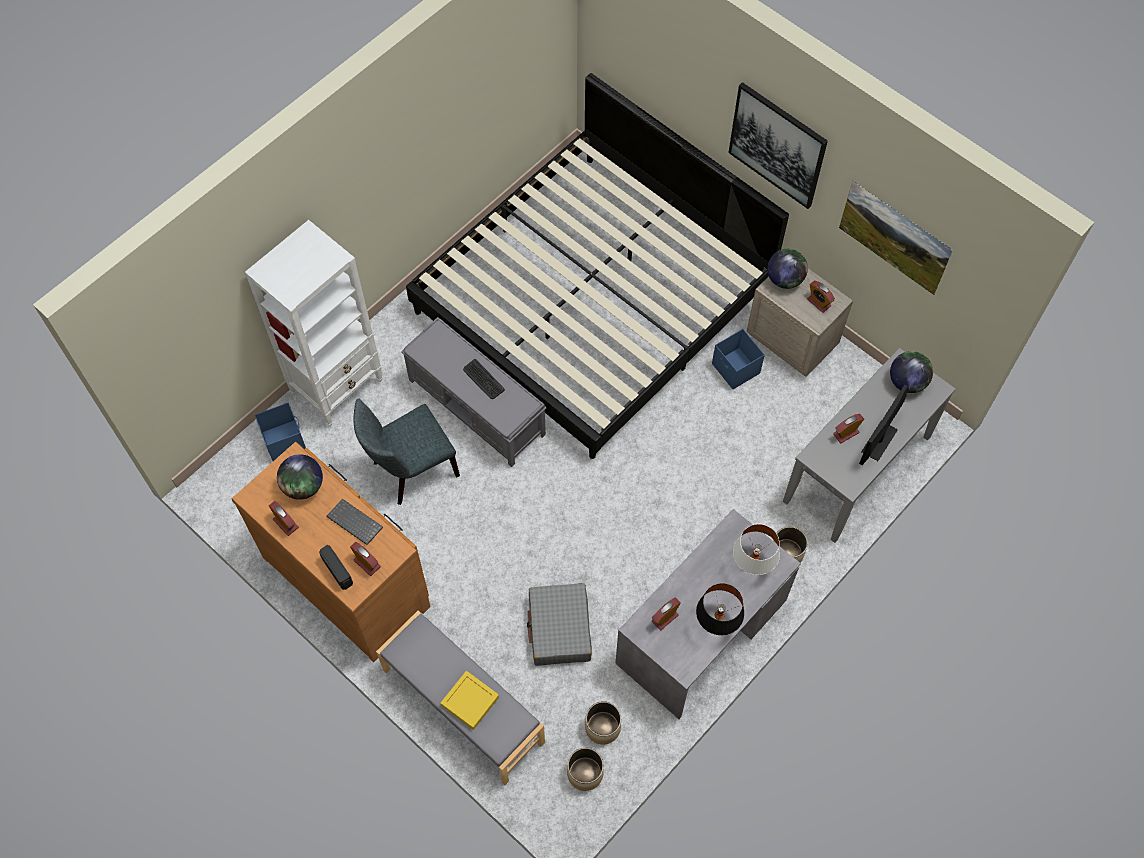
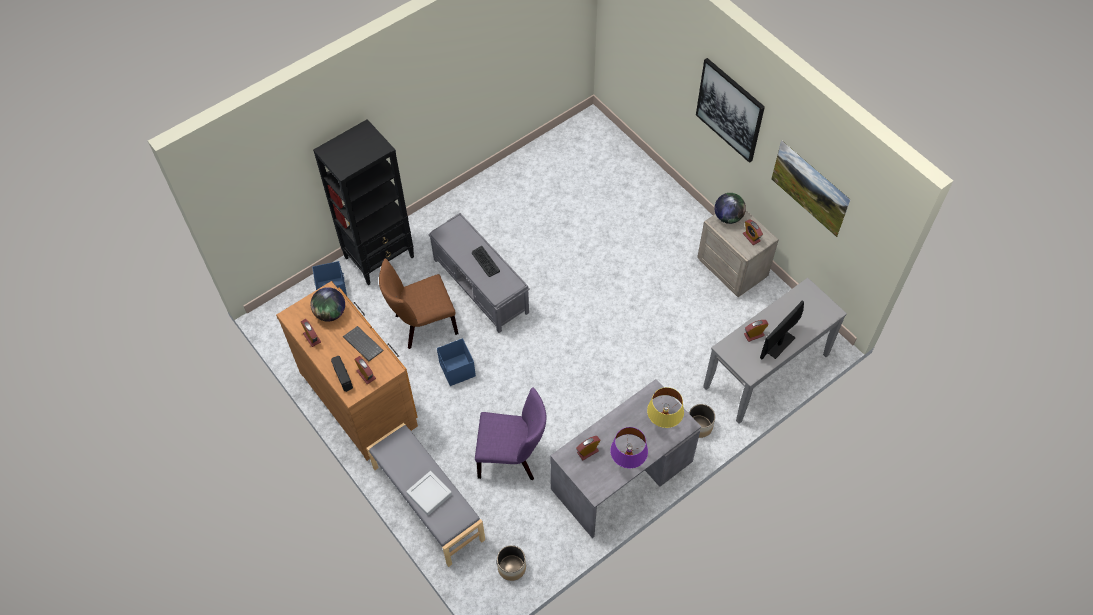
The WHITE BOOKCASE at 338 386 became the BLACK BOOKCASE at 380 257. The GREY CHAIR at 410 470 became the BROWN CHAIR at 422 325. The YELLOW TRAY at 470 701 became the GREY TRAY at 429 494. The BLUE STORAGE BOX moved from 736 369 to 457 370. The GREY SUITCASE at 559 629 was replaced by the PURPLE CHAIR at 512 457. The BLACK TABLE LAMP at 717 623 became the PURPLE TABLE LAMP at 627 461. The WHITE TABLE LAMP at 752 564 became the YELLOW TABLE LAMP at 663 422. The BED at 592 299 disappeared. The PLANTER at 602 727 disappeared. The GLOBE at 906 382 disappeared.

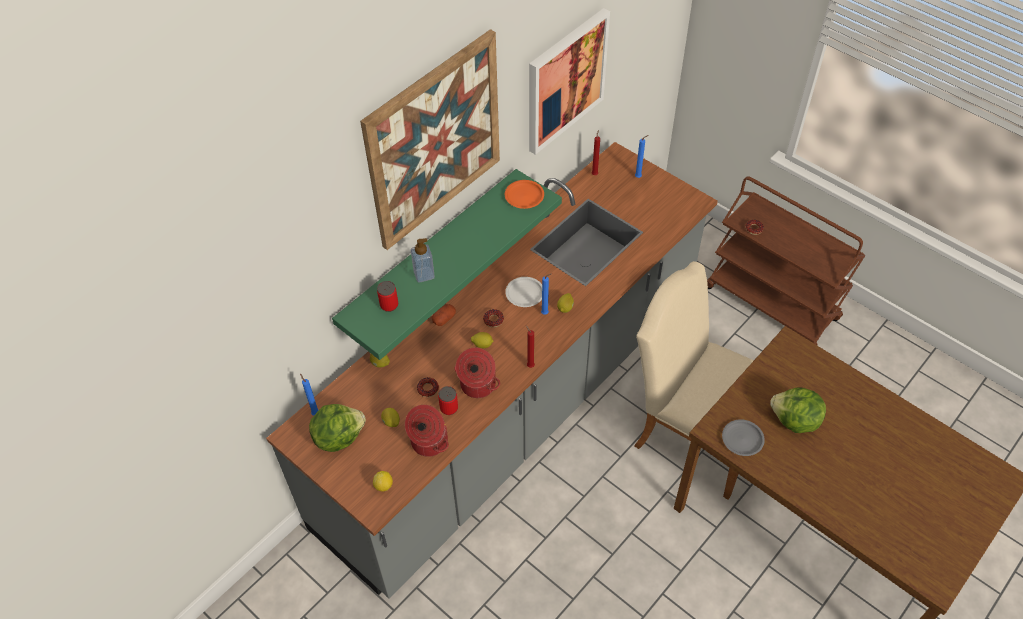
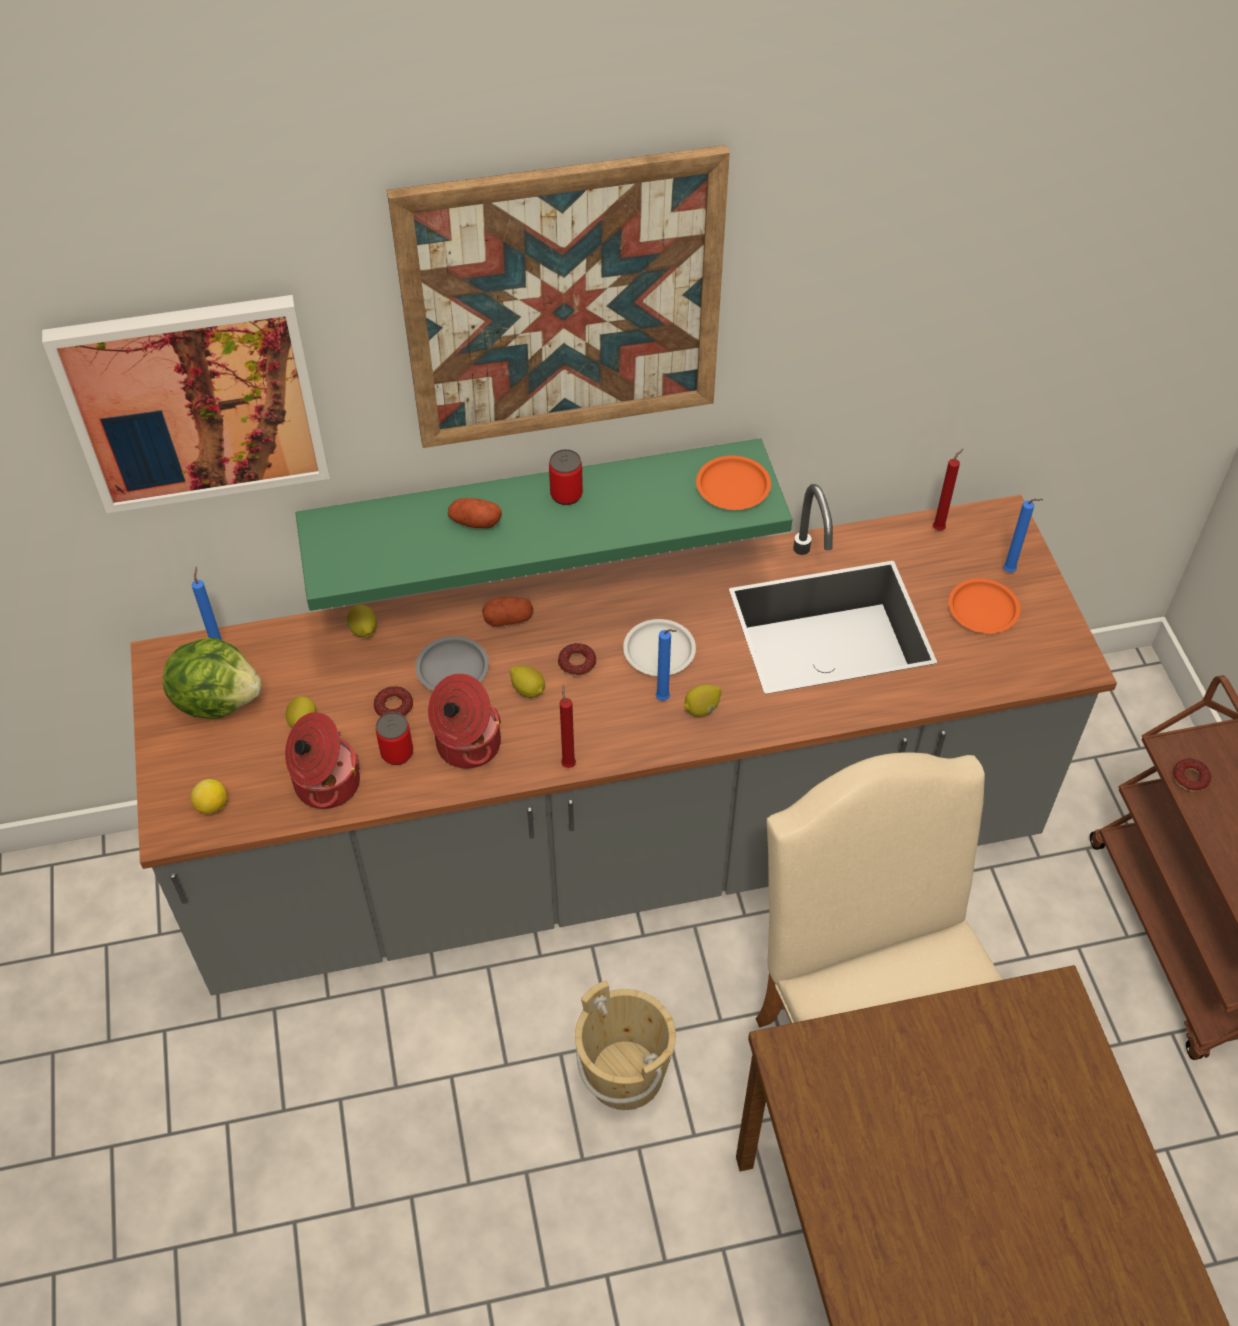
The PICTURE moved from 565 80 to 194 403. The GREY PLATE moved from 742 439 to 452 669. The SOAP DISPENSER at 424 275 was replaced by the POTATO at 475 522. The CAN moved from 389 305 to 566 494. The BEIGE BUCKET at 625 1073 appeared. The ORANGE PLATE at 982 609 appeared. The LETTUCE at 794 421 disappeared.

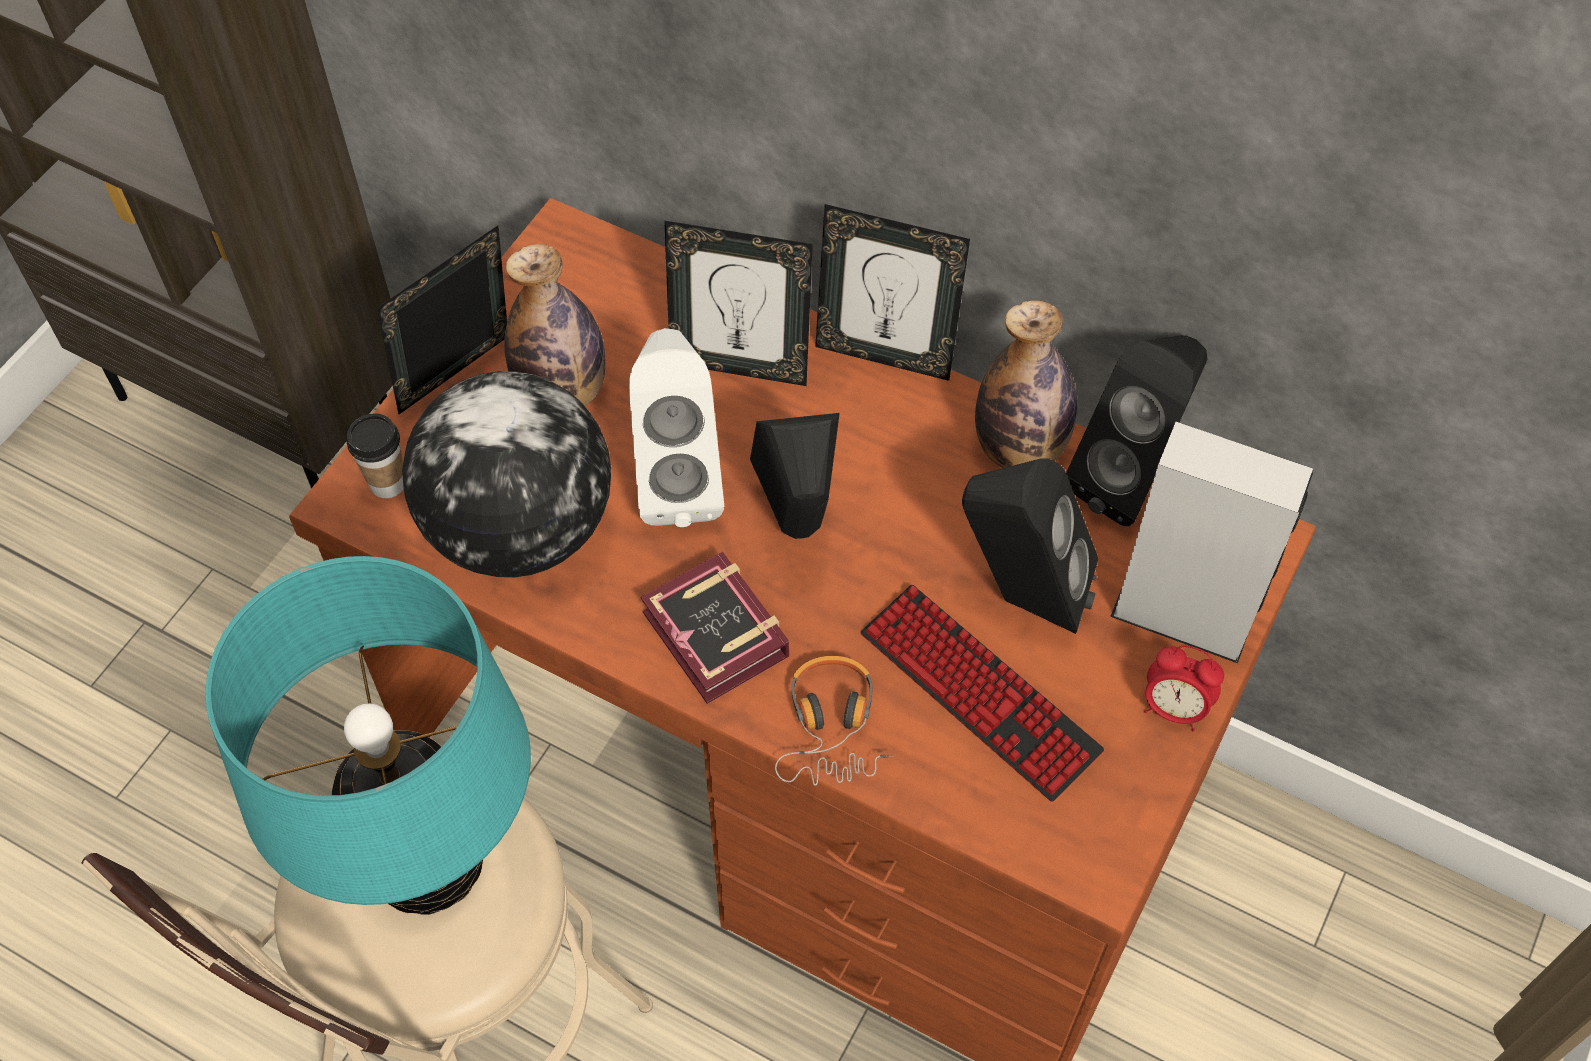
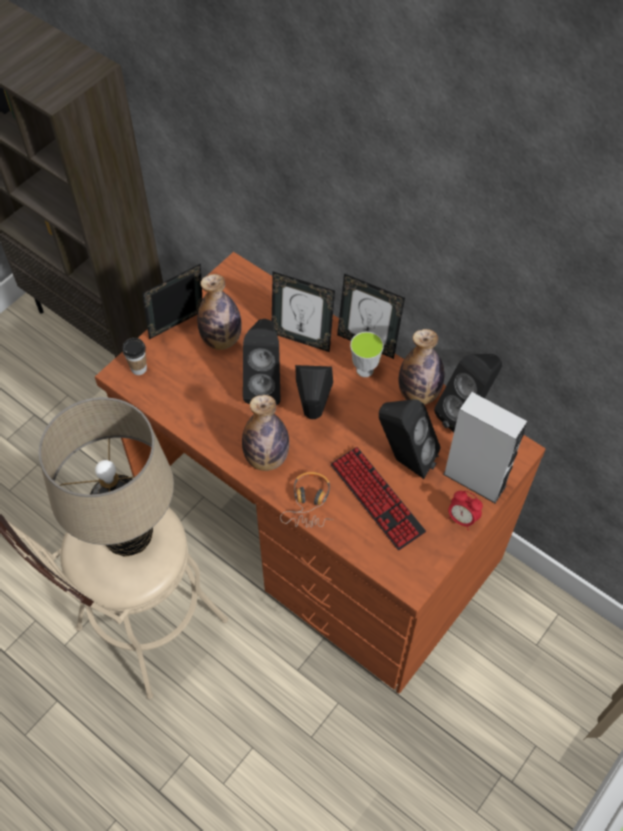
The TURQUOISE TABLE LAMP at 428 864 became the BEIGE TABLE LAMP at 128 535. The BOOK at 715 641 was replaced by the BOTTLE at 266 458. The WHITE SPEAKER at 679 481 became the BLACK SPEAKER at 264 386. The CUP at 364 370 appeared. The GLOBE at 519 529 disappeared.

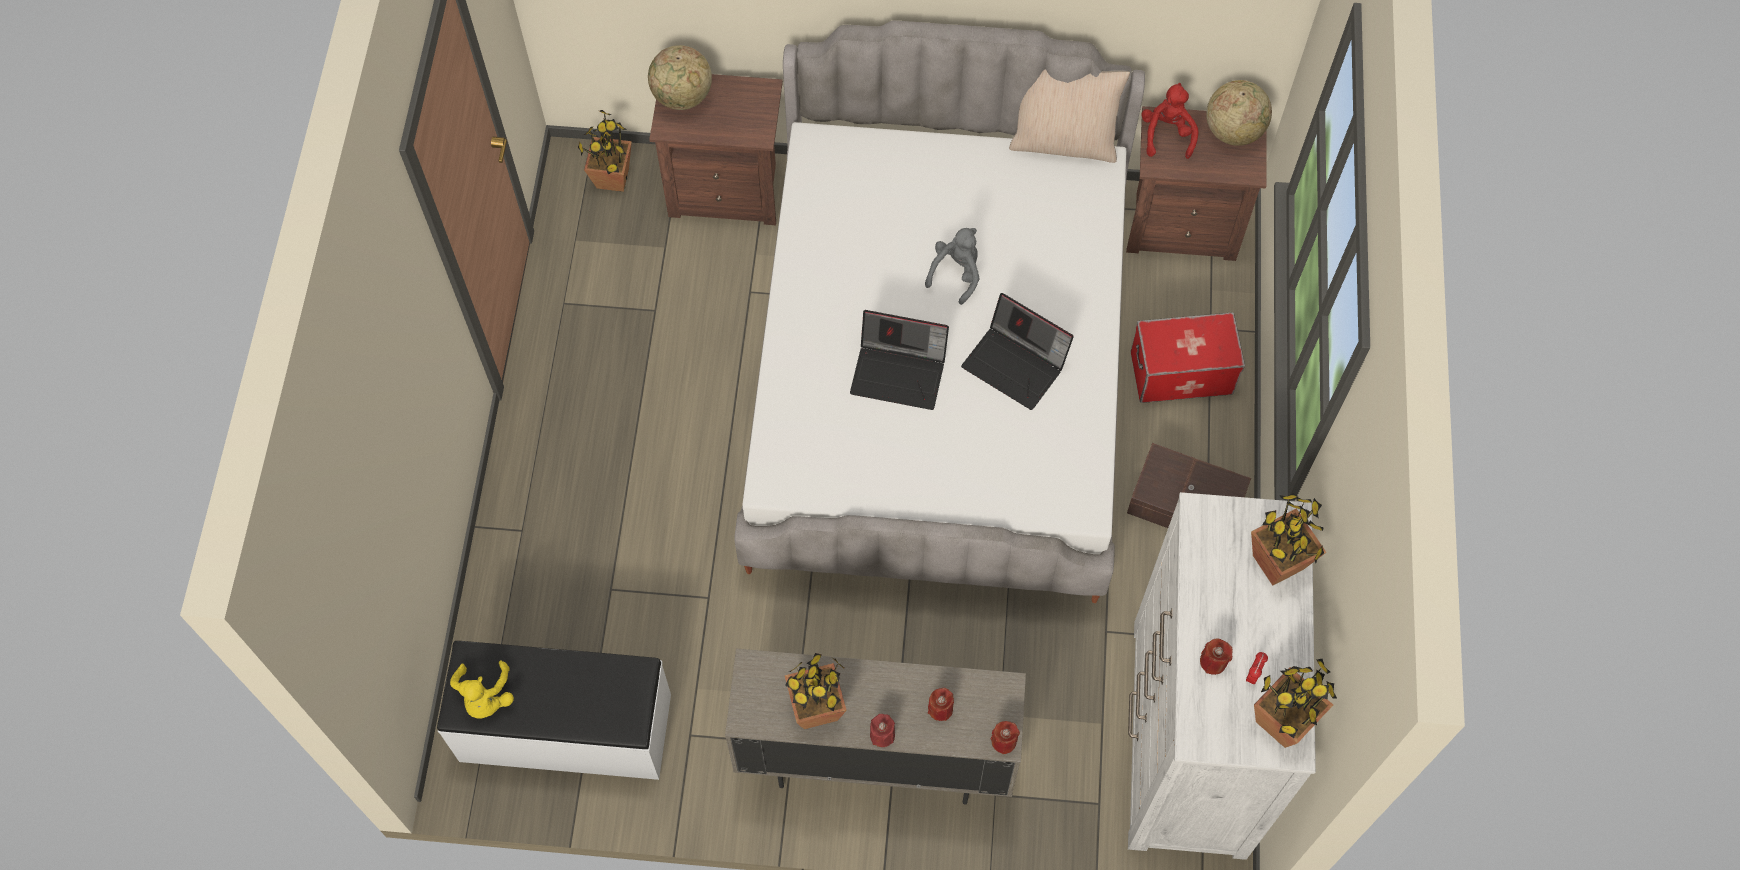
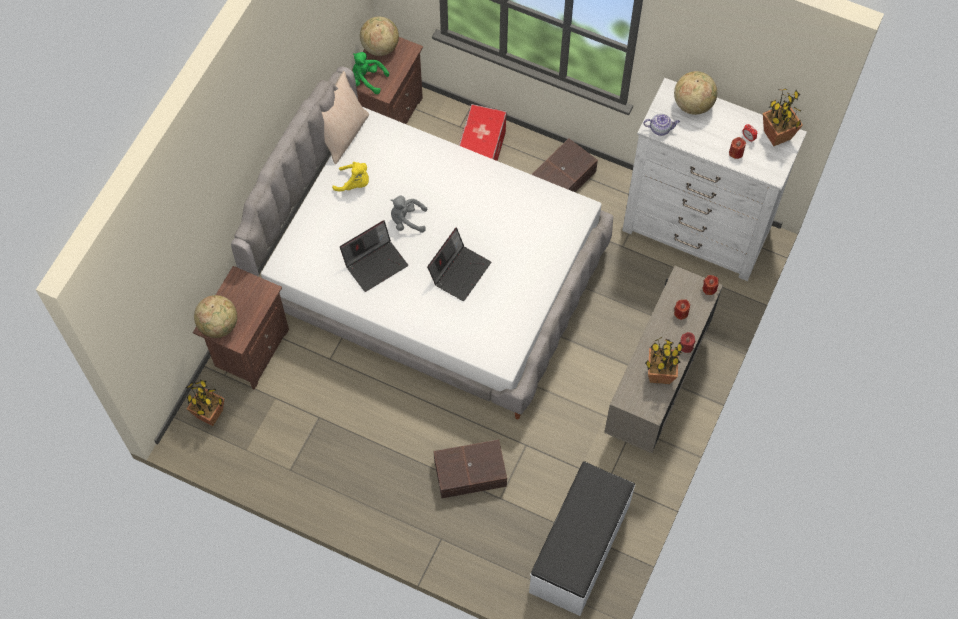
The YELLOW PLUSH TOY moved from 485 697 to 354 183. The LAPTOP moved from 1016 365 to 375 263. The RED PLUSH TOY at 1167 134 became the GREEN PLUSH TOY at 367 80. The GREY PLUSH TOY at 956 273 turned 45 degrees counterclockwise. The BROWN STORAGE BOX at 471 474 appeared. The TEAPOT at 660 129 appeared. The POTTED PLANT at 1278 563 was replaced by the GLOBE at 693 104.

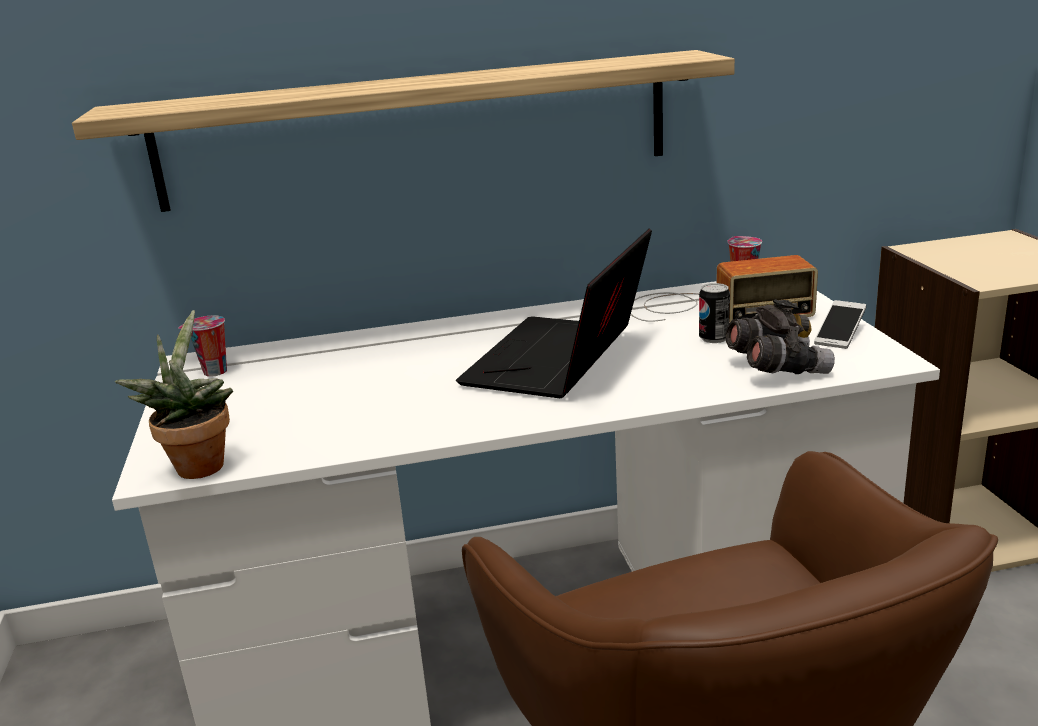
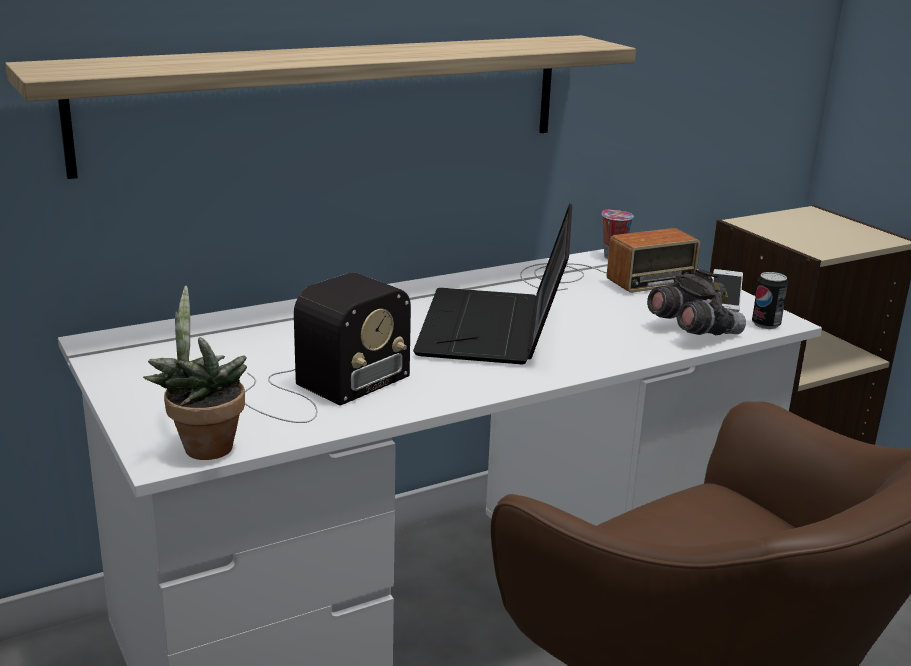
The RADIO at 320 389 appeared. The CAN moved from 714 338 to 765 324. The CUP at 213 372 disappeared.

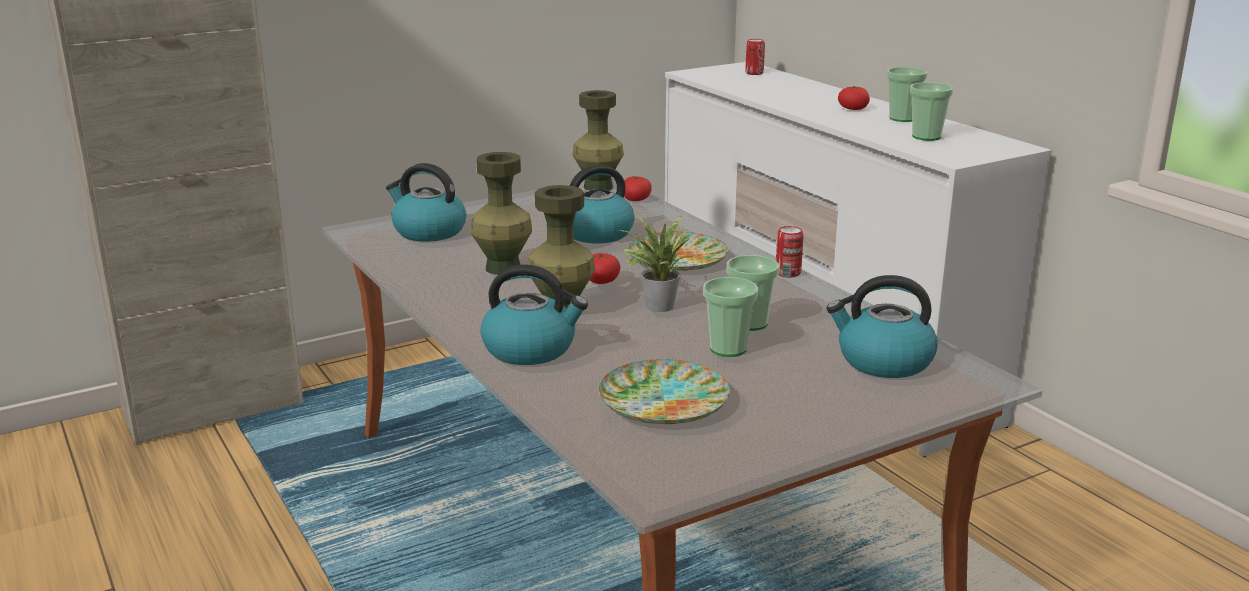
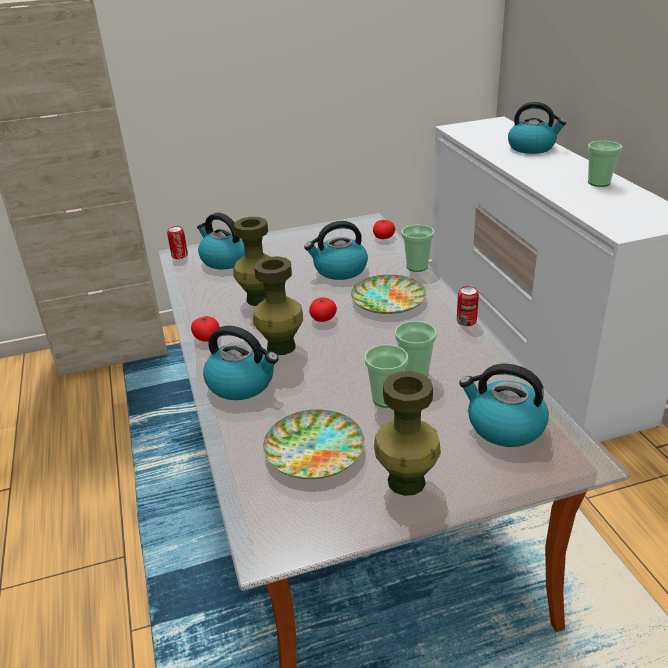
The CAN moved from 754 73 to 179 256. The TOMATO moved from 853 109 to 207 337. The GREEN VASE moved from 598 187 to 407 482. The CUP moved from 926 137 to 417 267. The KETTLE at 532 147 appeared. The POTTED PLANT at 656 305 disappeared.

